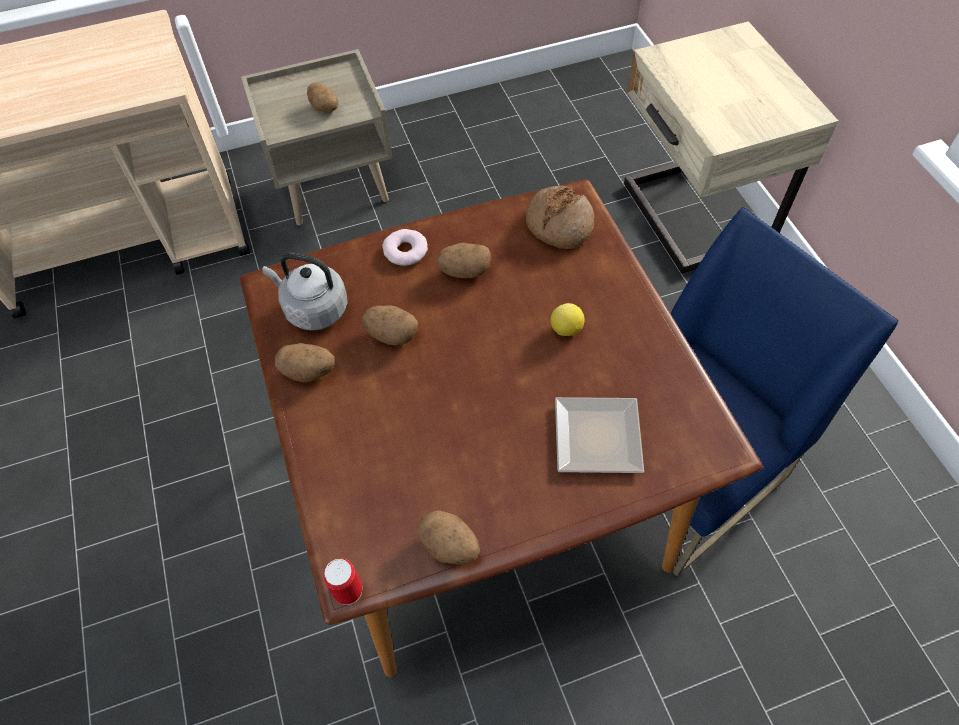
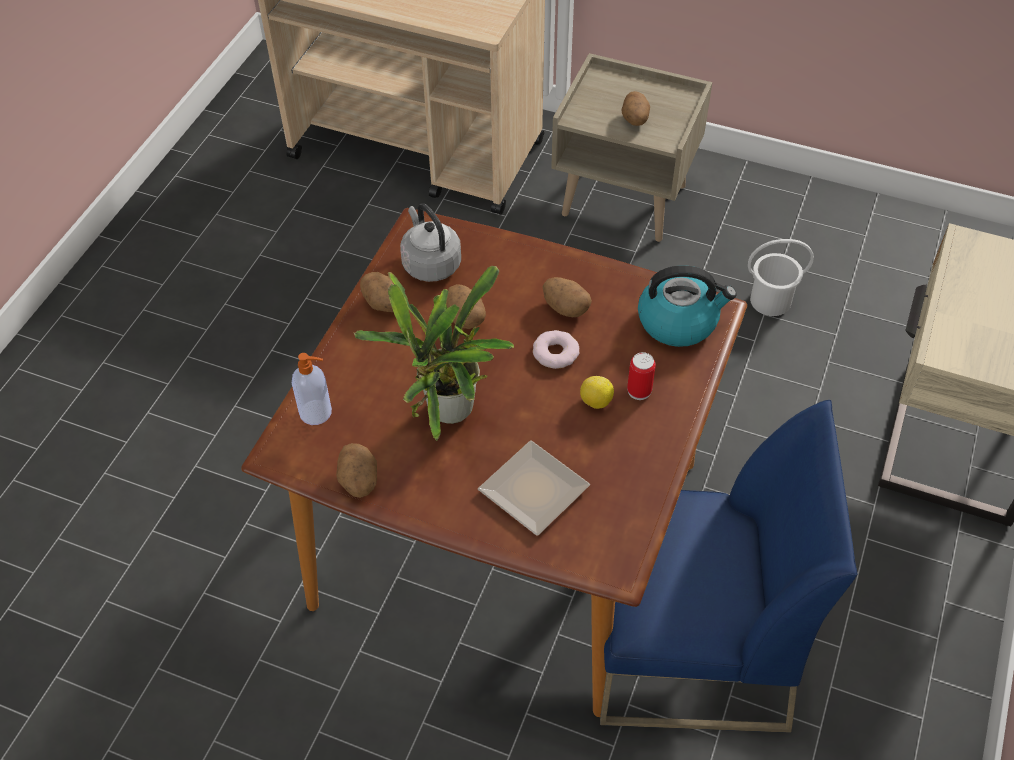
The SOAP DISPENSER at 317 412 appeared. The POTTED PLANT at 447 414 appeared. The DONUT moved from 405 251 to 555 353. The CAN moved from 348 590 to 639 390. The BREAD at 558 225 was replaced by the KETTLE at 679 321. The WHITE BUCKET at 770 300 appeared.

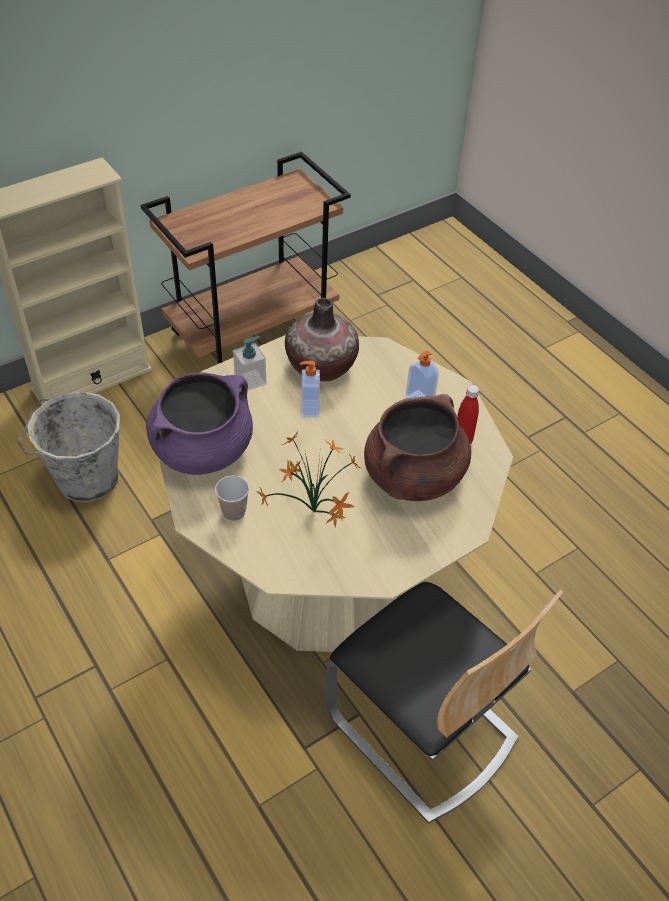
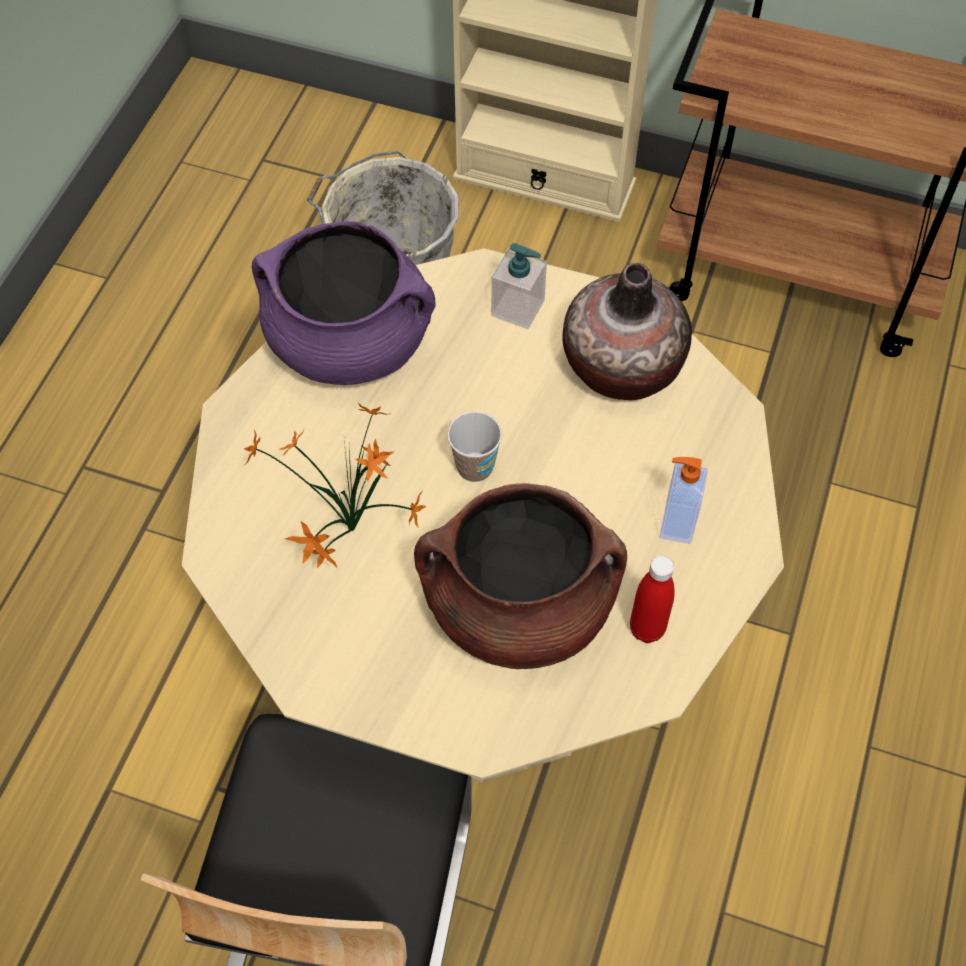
The CUP moved from 234 512 to 475 467. The SOAP DISPENSER at 309 409 disappeared.

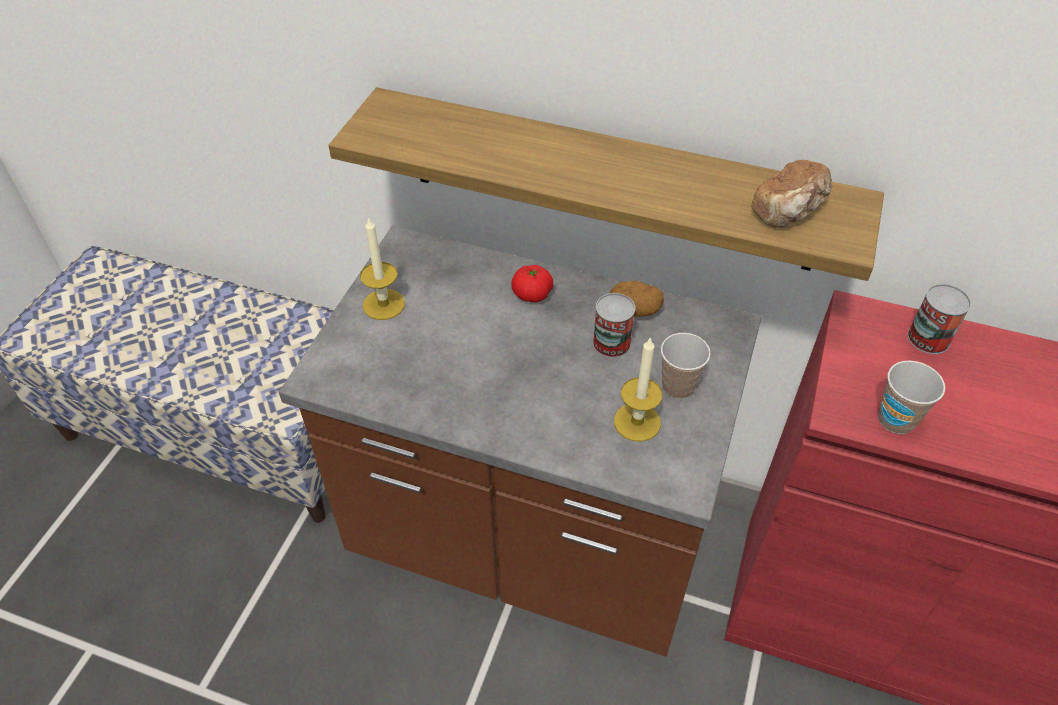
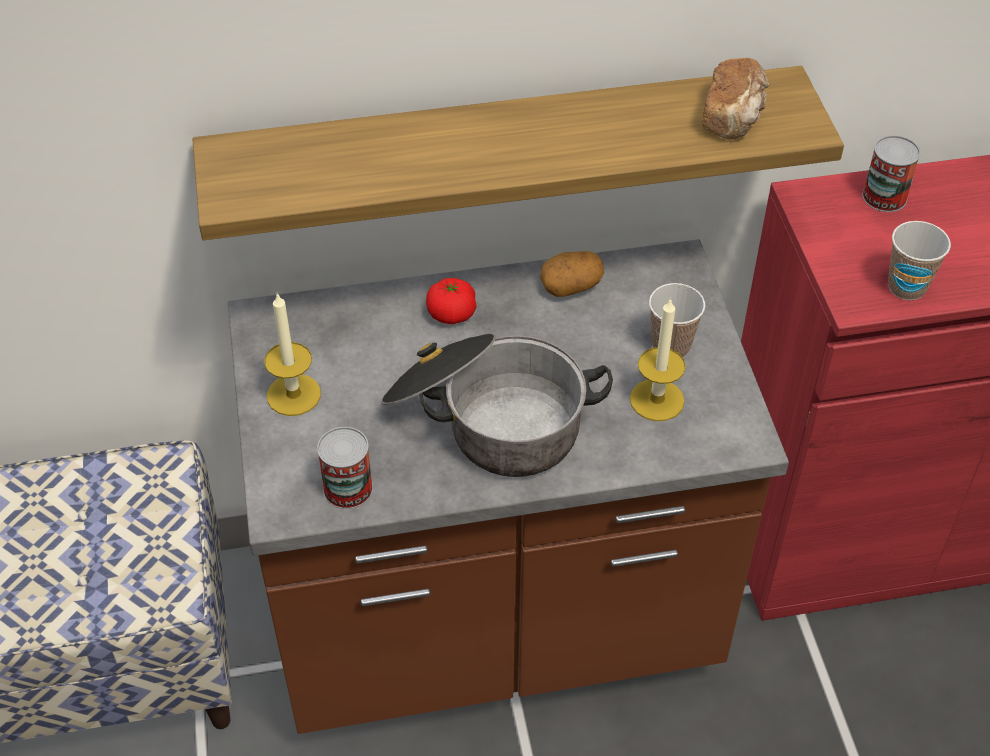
The CAN moved from 611 343 to 348 489. The COOKING POT at 488 420 appeared.

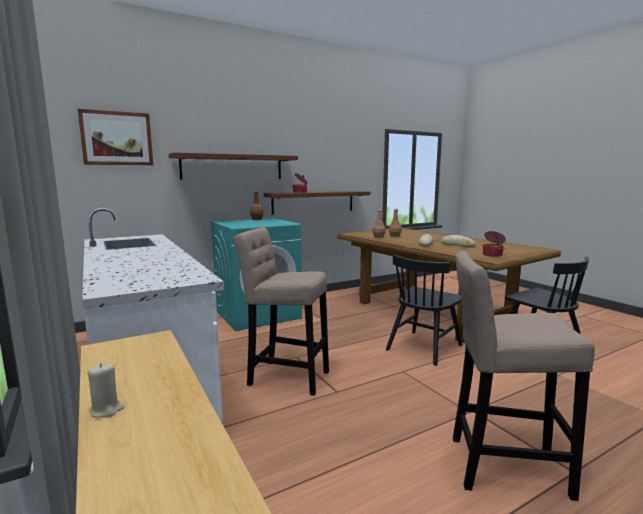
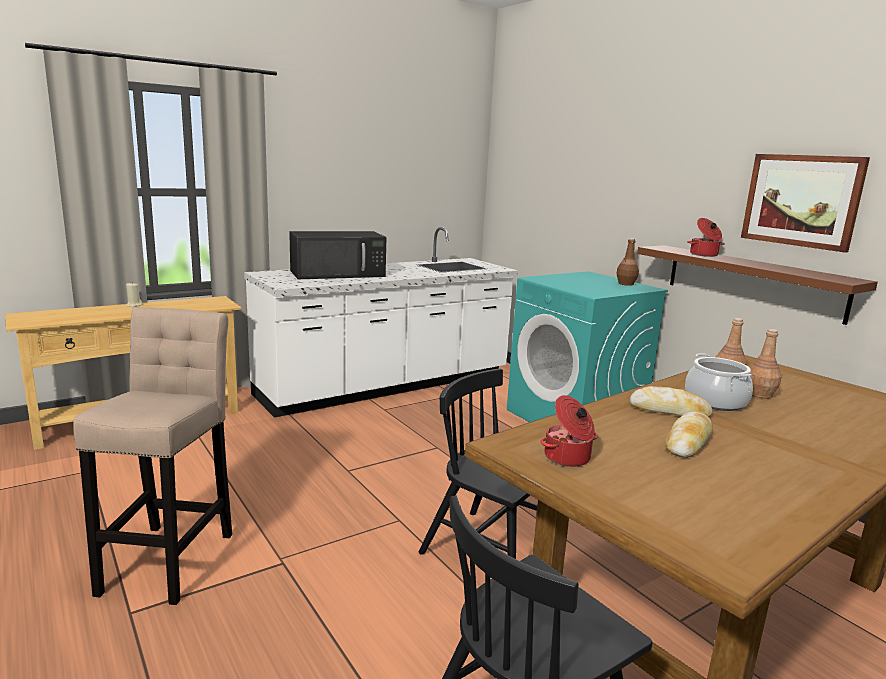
The BLACK MICROWAVE at 339 273 appeared. The COOKING POT at 715 401 appeared. The PICTURE moved from 117 138 to 801 200. The BROWN SHELF at 232 167 disappeared. The BEIGE STOOL at 285 377 disappeared.

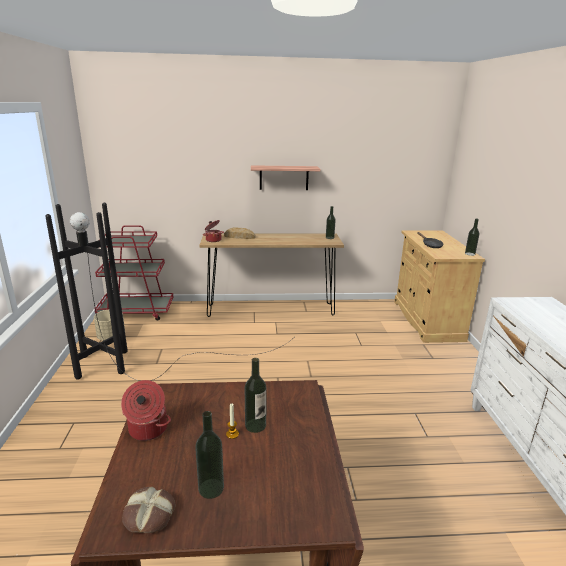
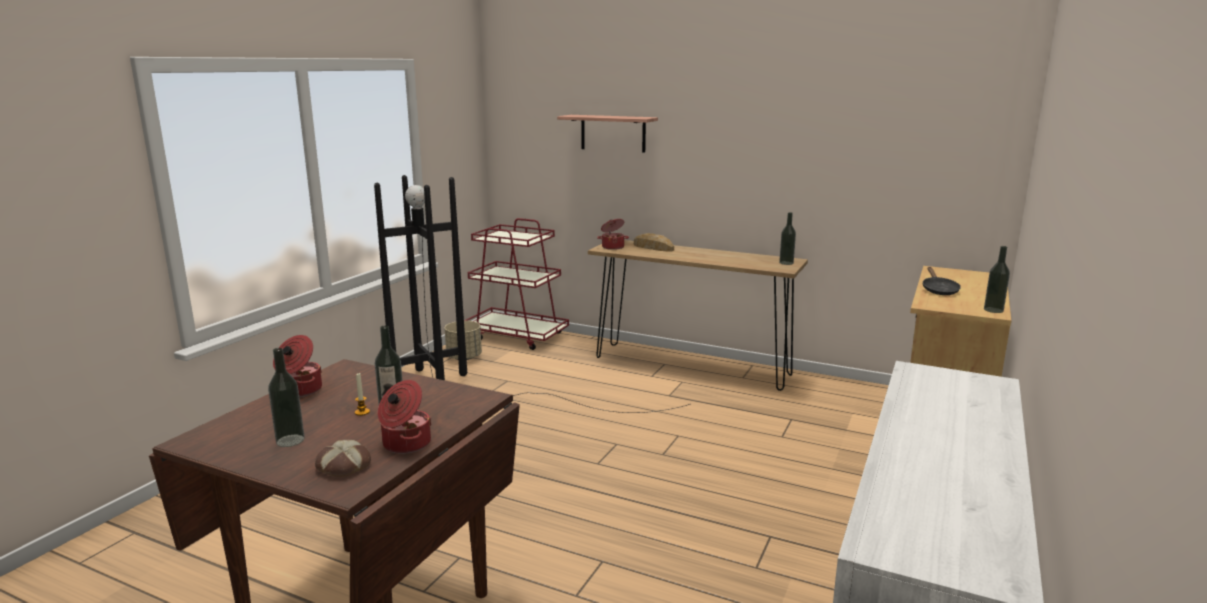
The BREAD moved from 148 515 to 343 466. The COOKING POT at 405 444 appeared. The SHELF moved from 284 177 to 613 133.

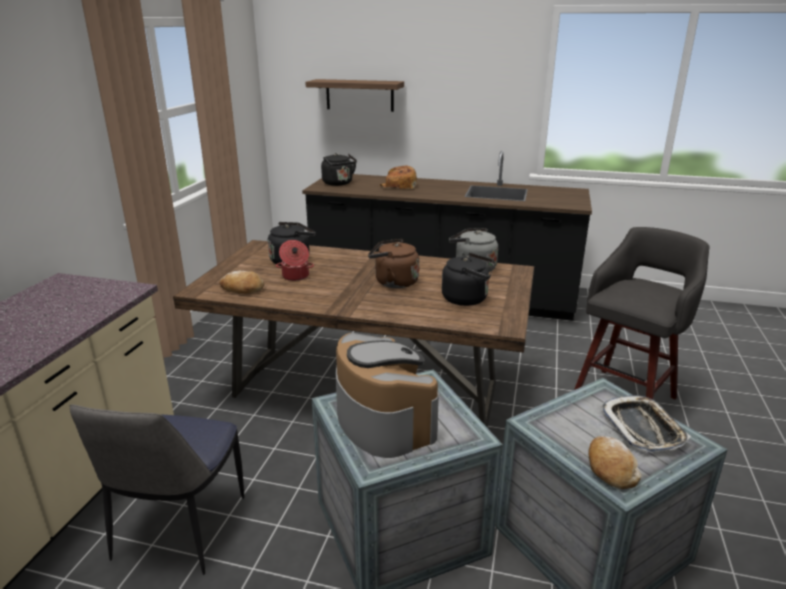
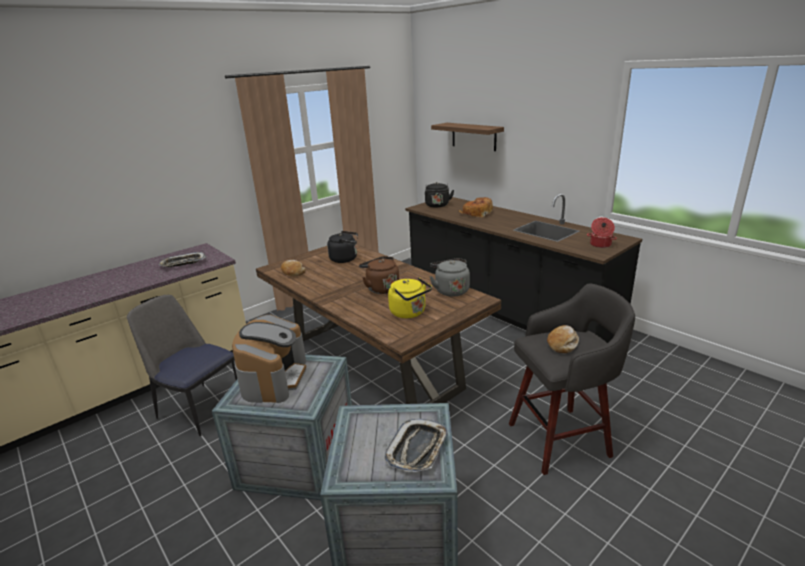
The CHAIR at 179 531 turned 75 degrees clockwise. The TRAY at 183 263 appeared. The BLACK KETTLE at 467 299 became the YELLOW KETTLE at 409 313. The BREAD moved from 610 468 to 562 343. The COOKING POT moved from 295 276 to 600 245.

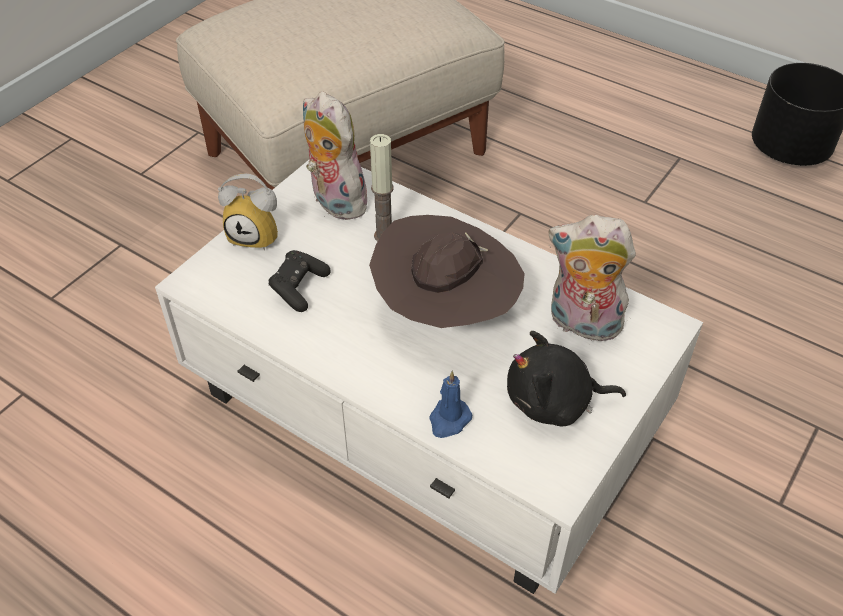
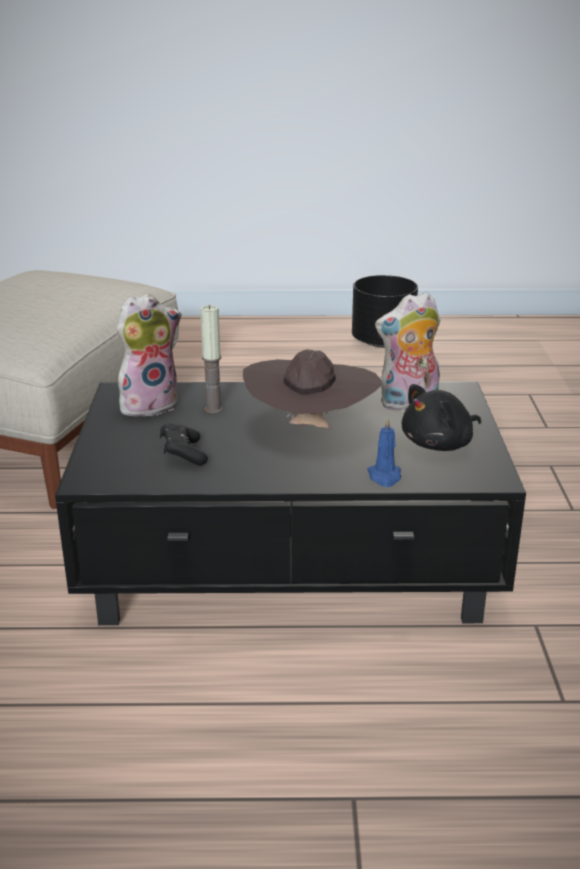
The WHITE COFFEE TABLE at 426 411 became the BLACK COFFEE TABLE at 293 560. The PLUSH TOY at 334 202 turned 135 degrees clockwise. The ALARM CLOCK at 257 235 disappeared.

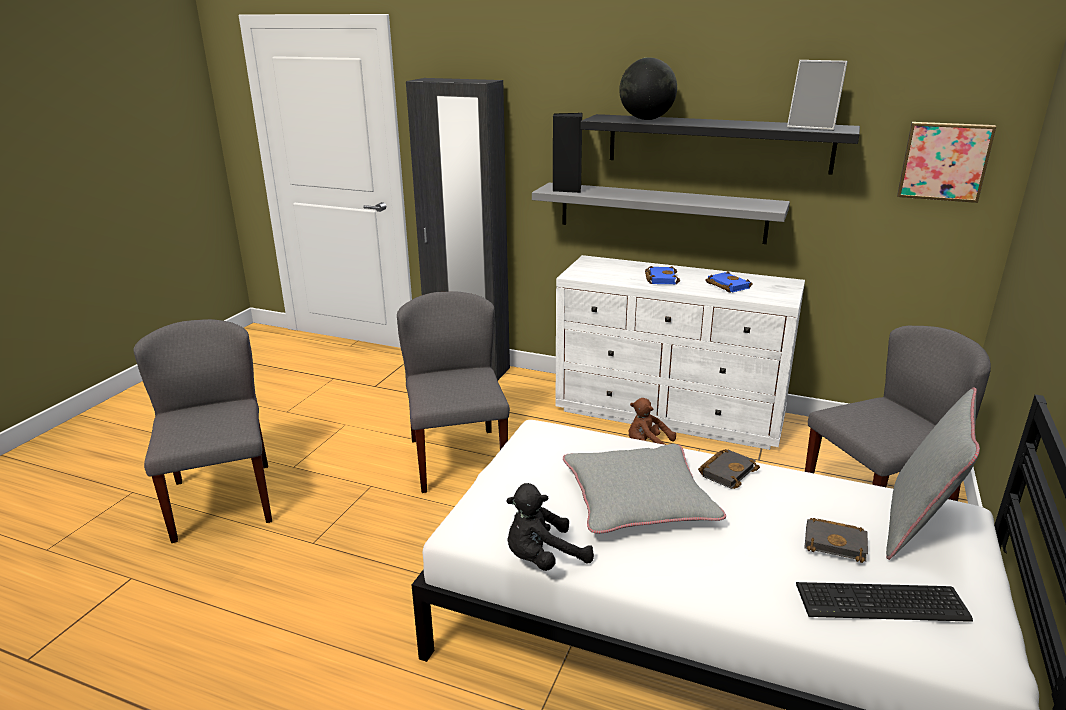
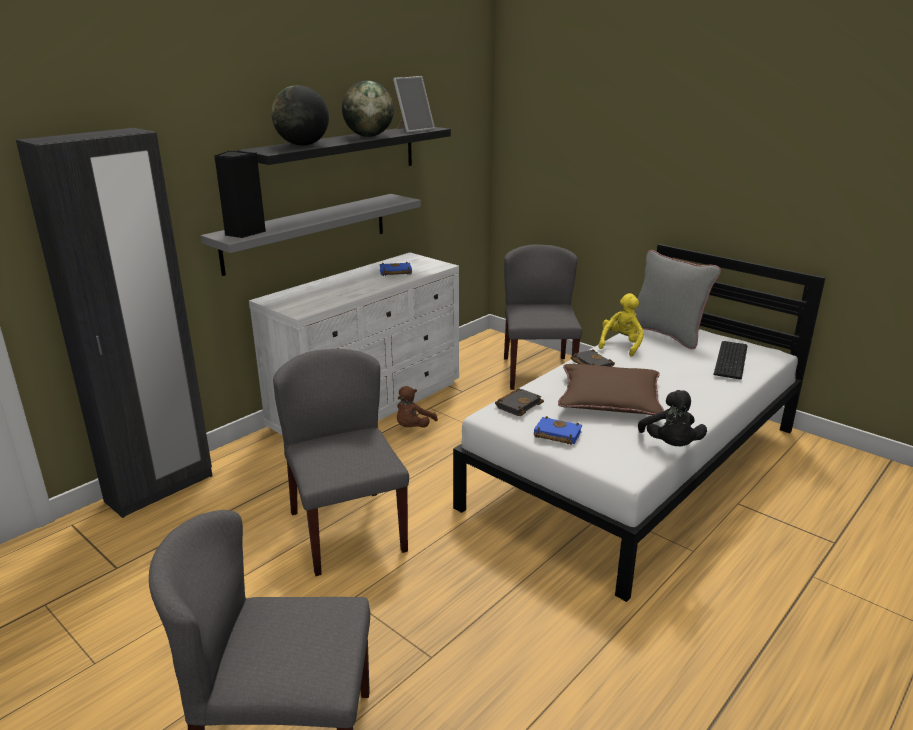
The GREY CHAIR at 457 459 turned 60 degrees clockwise. The GLOBE at 368 136 appeared. The BLACK BOOK moved from 836 543 to 518 405. The BLUE BOOK moved from 660 278 to 555 435. The GREY PILLOW at 638 498 became the BROWN PILLOW at 609 399. The YELLOW PLUSH TOY at 621 345 appeared. The PICTURE at 944 161 disappeared.

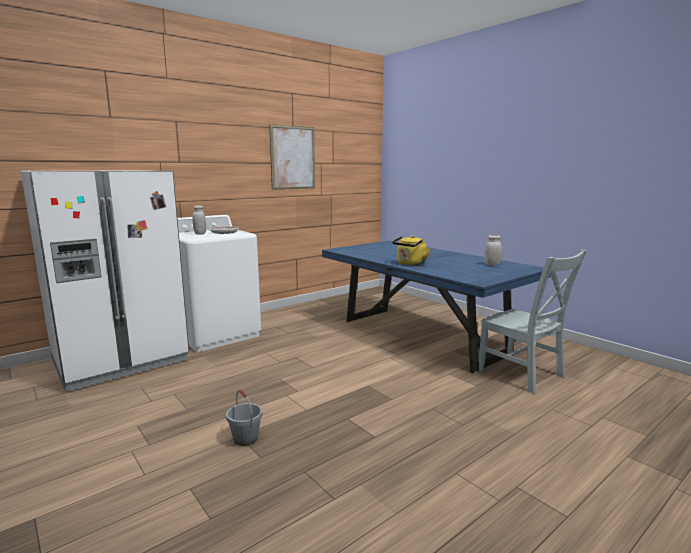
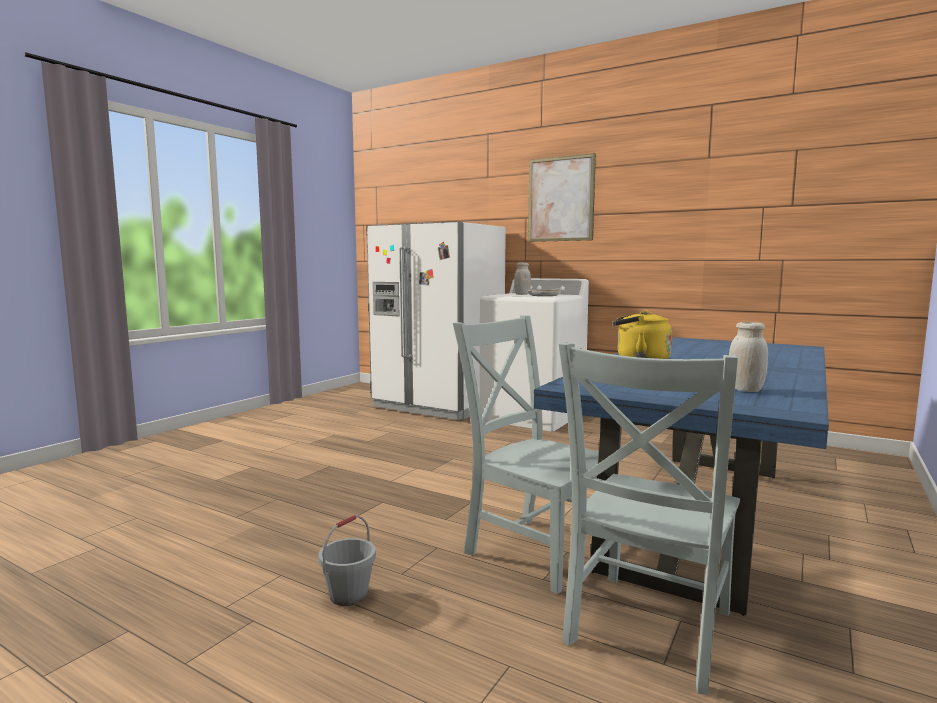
The GREY BUCKET moved from 245 438 to 348 595. The GREY CHAIR at 534 549 appeared. The PICTURE moved from 293 158 to 560 199.

